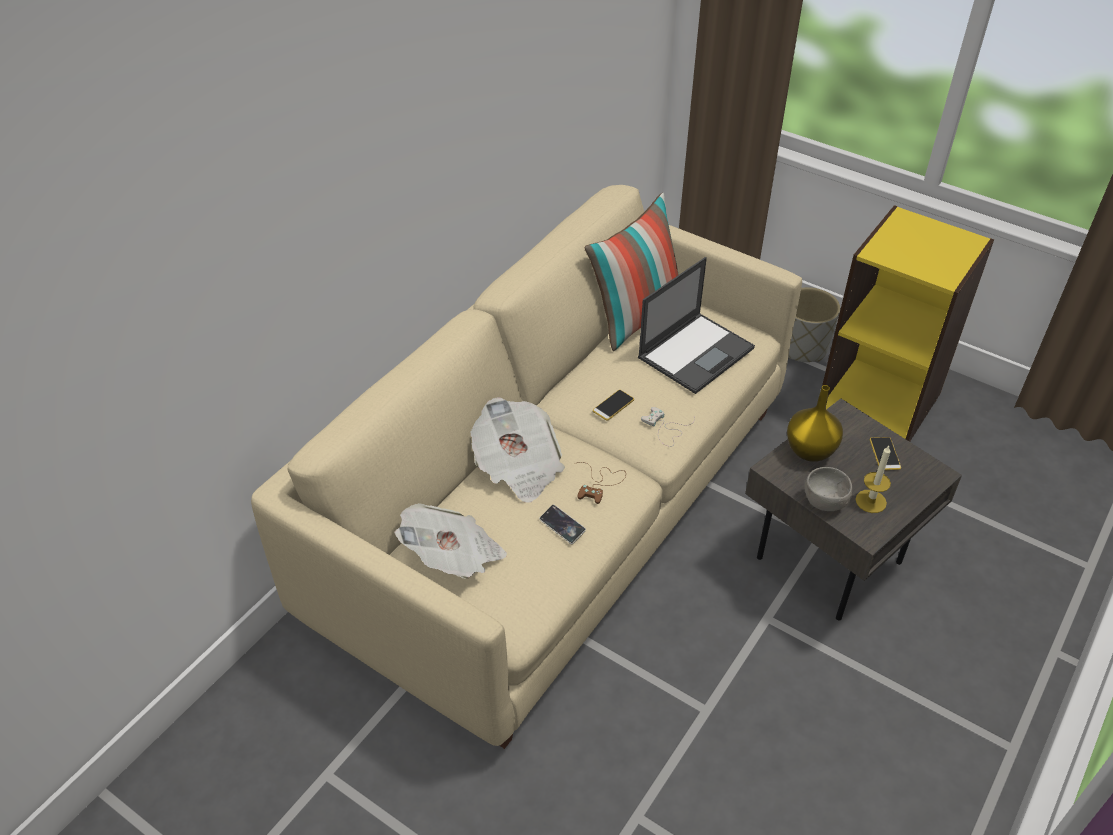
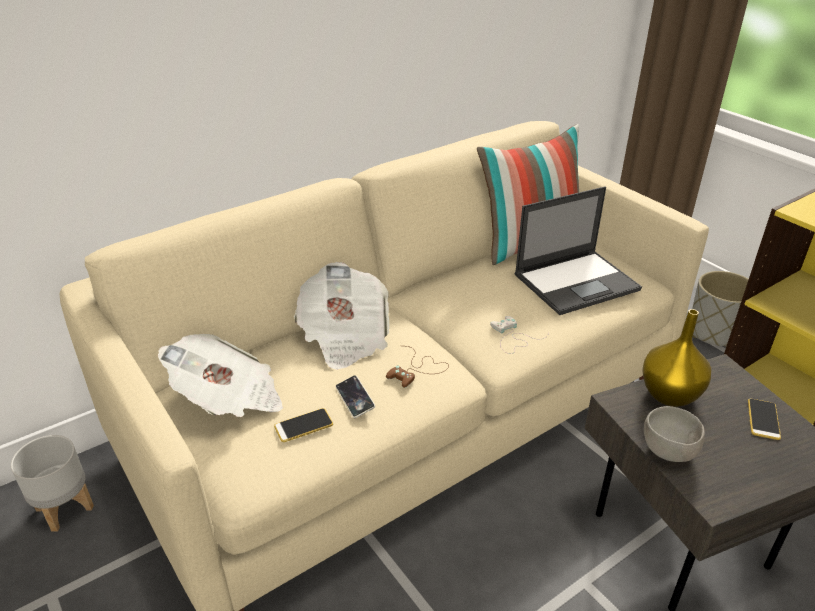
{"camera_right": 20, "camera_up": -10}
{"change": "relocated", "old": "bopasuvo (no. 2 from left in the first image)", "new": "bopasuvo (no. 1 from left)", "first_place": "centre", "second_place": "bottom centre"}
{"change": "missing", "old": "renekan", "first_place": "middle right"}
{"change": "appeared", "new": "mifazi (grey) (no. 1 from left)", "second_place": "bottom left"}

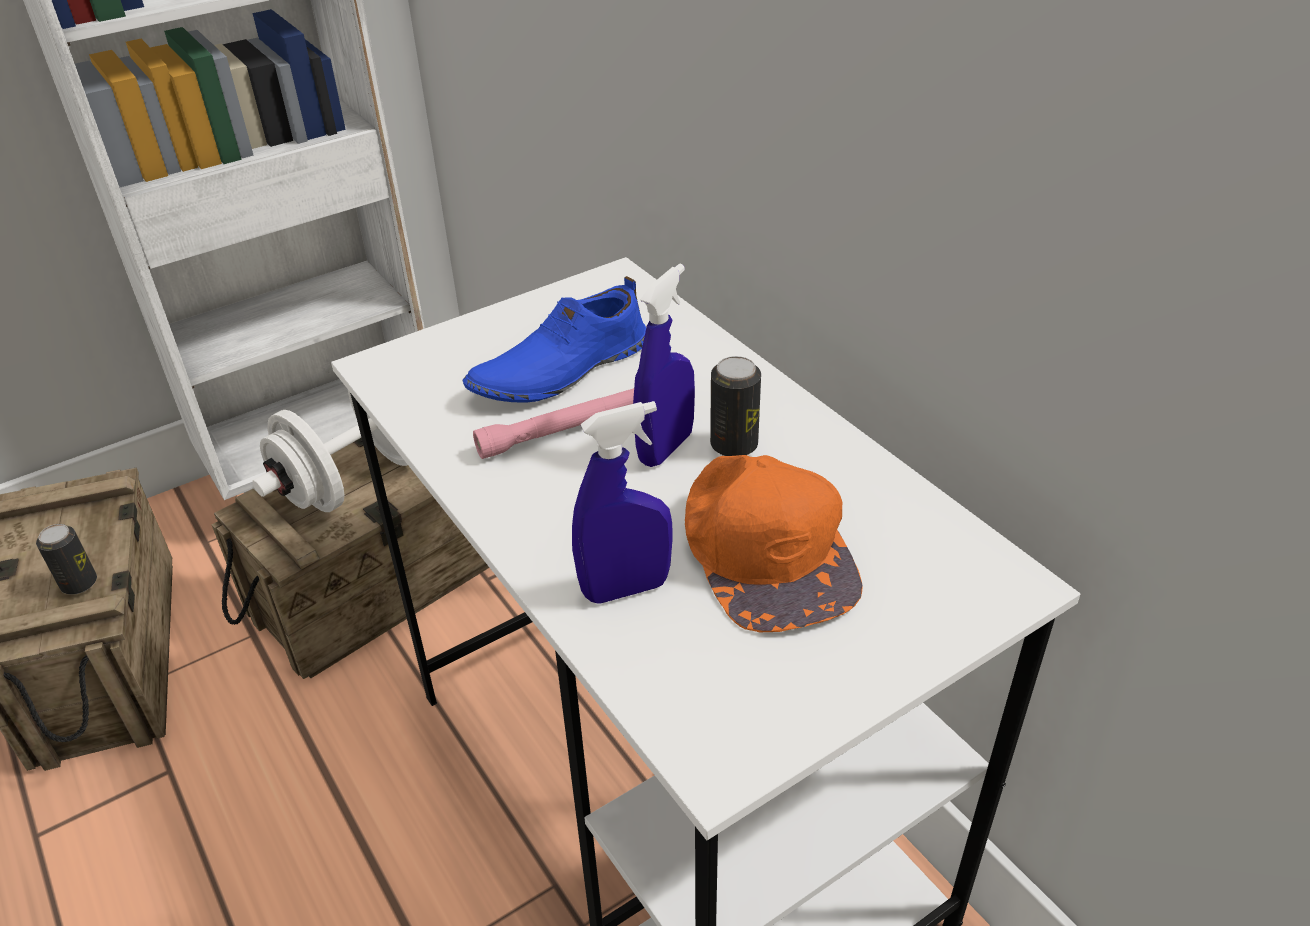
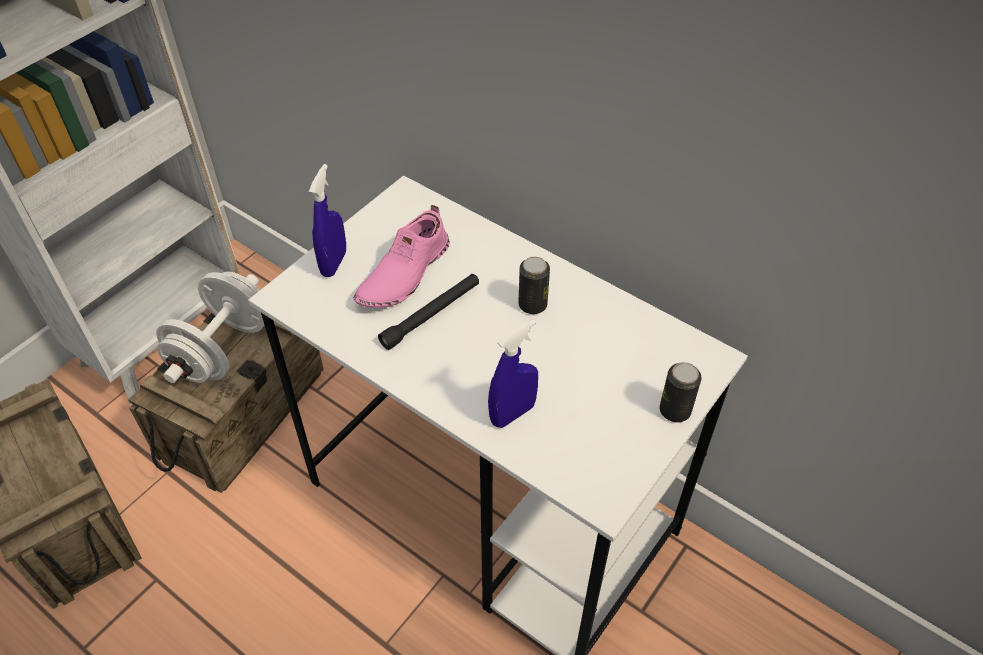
{"camera_right": -20, "camera_up": 10}
{"change": "relocated", "old": "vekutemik (no. 1 from left in the first image)", "new": "vekutemik (no. 2 from left)", "first_place": "middle left", "second_place": "middle right"}
{"change": "colour", "old": "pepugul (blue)", "new": "pepugul (pink)", "first_place": "centre", "second_place": "centre"}
{"change": "colour", "old": "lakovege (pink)", "new": "lakovege (black)", "first_place": "centre", "second_place": "centre"}
{"change": "relocated", "old": "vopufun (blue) (no. 2 from left in the first image)", "new": "vopufun (blue) (no. 1 from left)", "first_place": "centre", "second_place": "middle left"}
{"change": "missing", "old": "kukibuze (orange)", "first_place": "centre"}

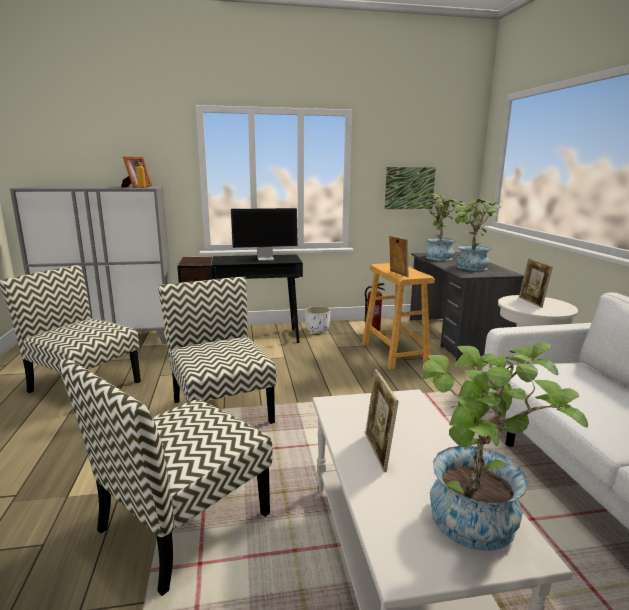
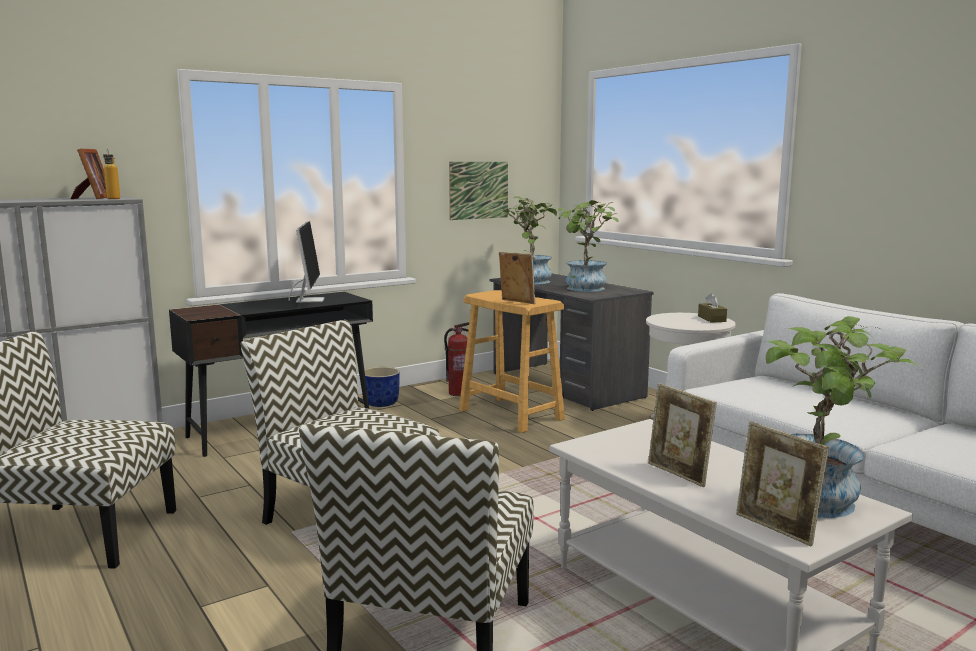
{"camera_right": -25, "camera_up": -5}
{"change": "spun", "old": "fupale", "first_place": "centre", "second_place": "middle left", "degrees": -60}
{"change": "colour", "old": "mifazi (white)", "new": "mifazi (blue)", "first_place": "centre", "second_place": "centre"}
{"change": "relocated", "old": "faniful (no. 4 from left)", "first_place": "middle right", "second_place": "bottom right"}
{"change": "appeared", "new": "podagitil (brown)", "second_place": "middle right"}

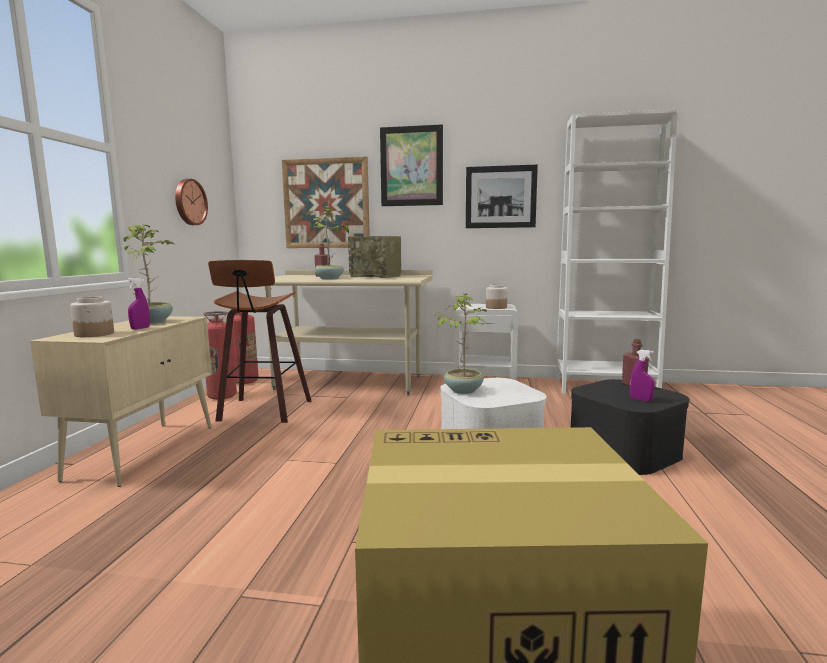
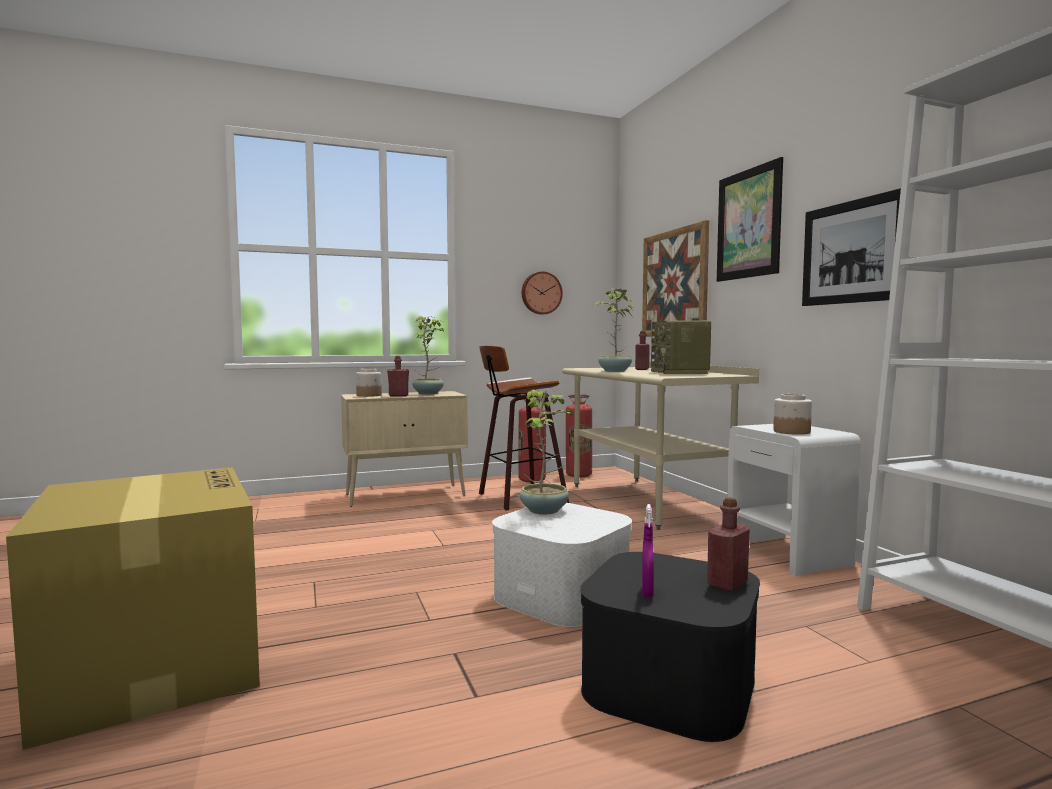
{"camera_right": 60, "camera_up": -5}
{"change": "exchanged", "old": "vopufun (purple) (no. 1 from left)", "new": "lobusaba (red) (no. 1 from left)", "first_place": "middle left", "second_place": "centre"}

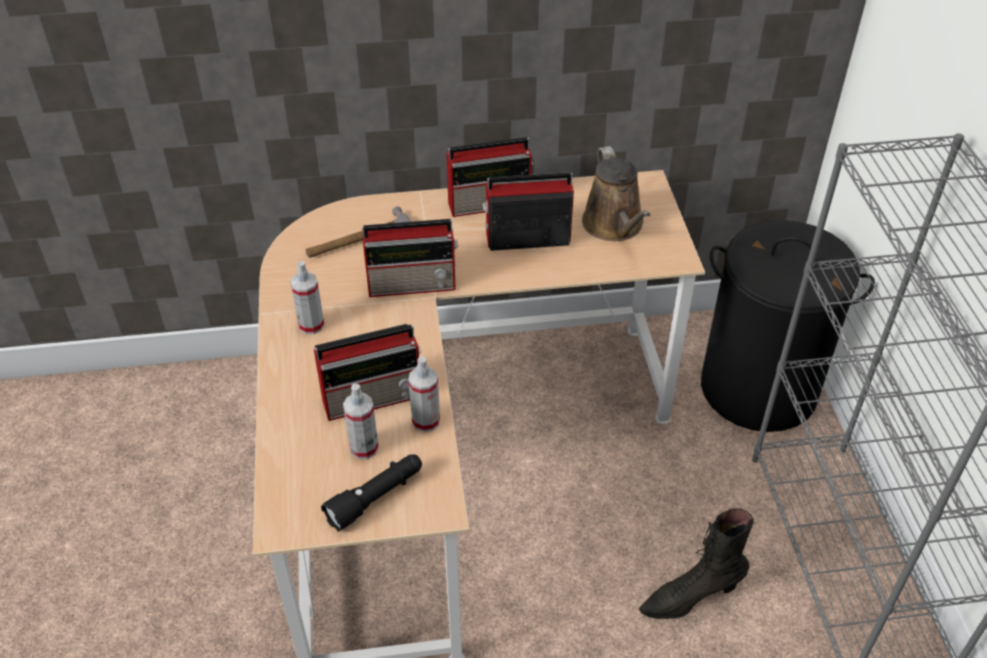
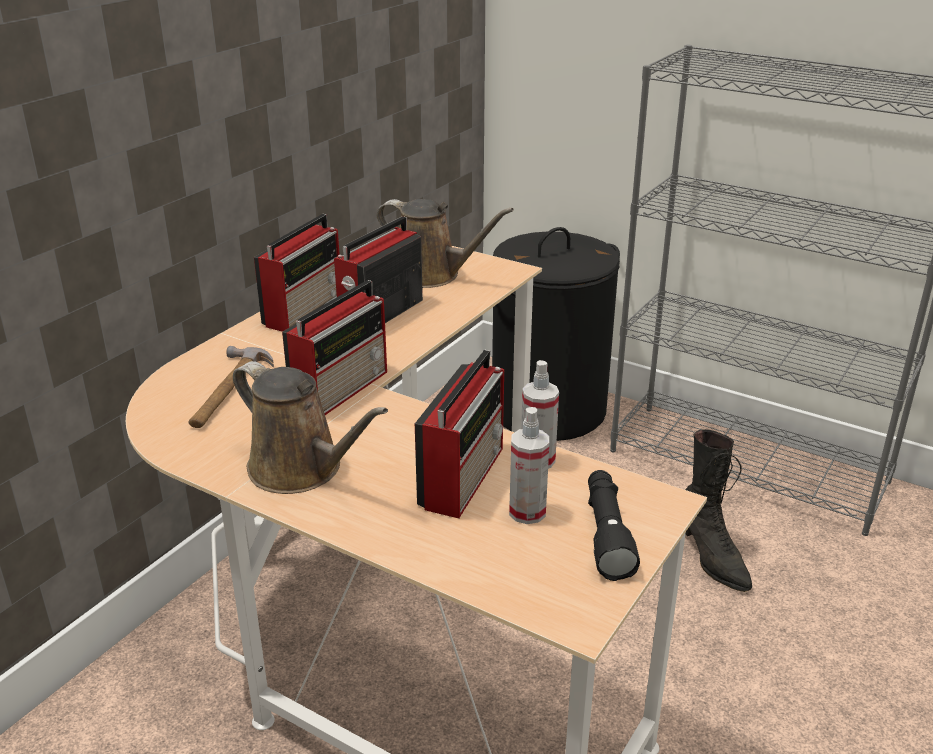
{"camera_right": -50, "camera_up": -15}
{"change": "exchanged", "old": "vopufun (no. 1 from left)", "new": "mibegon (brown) (no. 1 from left)", "first_place": "middle left", "second_place": "middle left"}
{"change": "spun", "old": "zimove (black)", "first_place": "bottom right", "second_place": "bottom right", "degrees": -45}

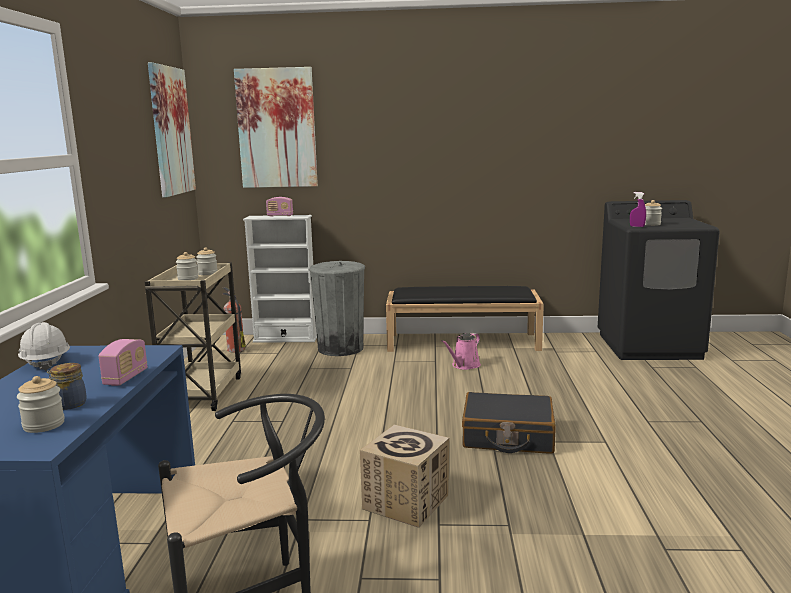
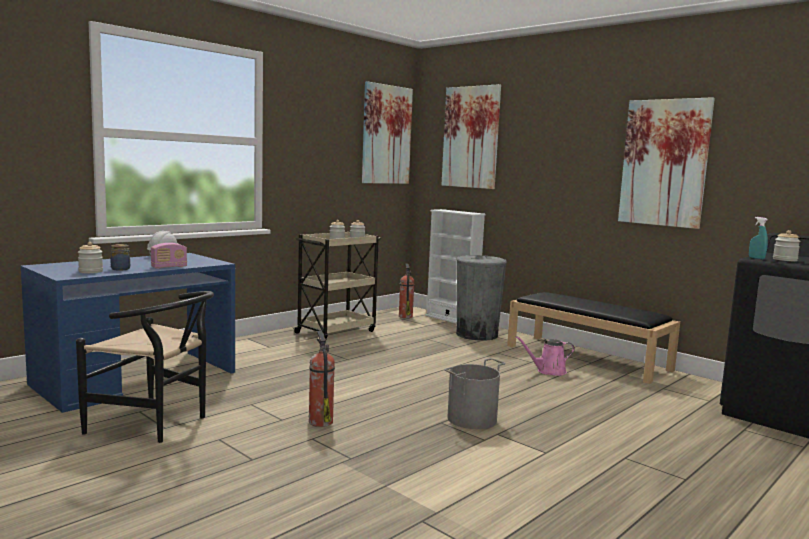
{"camera_right": 40, "camera_up": -5}
{"change": "missing", "old": "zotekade (no. 2 from left)", "first_place": "centre"}
{"change": "exchanged", "old": "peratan", "new": "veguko (no. 1 from left)", "first_place": "bottom centre", "second_place": "bottom centre"}
{"change": "exchanged", "old": "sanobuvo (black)", "new": "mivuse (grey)", "first_place": "bottom centre", "second_place": "bottom centre"}
{"change": "colour", "old": "vopufun (purple)", "new": "vopufun (turquoise)", "first_place": "middle right", "second_place": "middle right"}
{"change": "appeared", "new": "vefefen (no. 3 from left)", "second_place": "top right"}

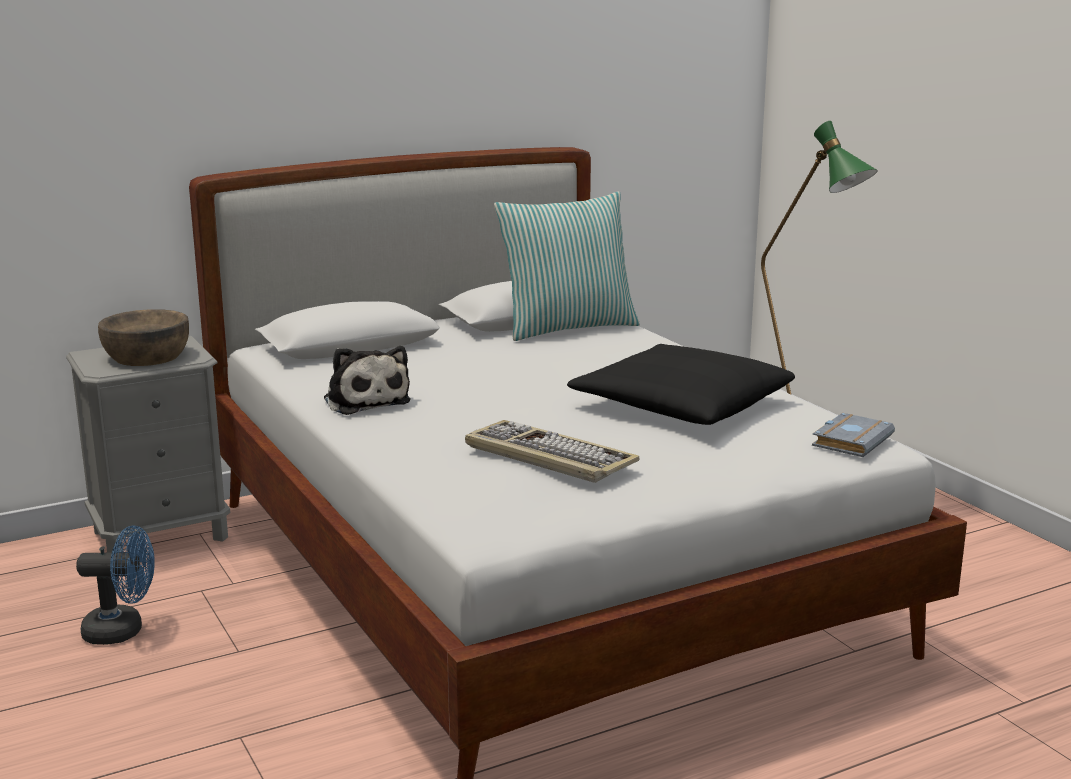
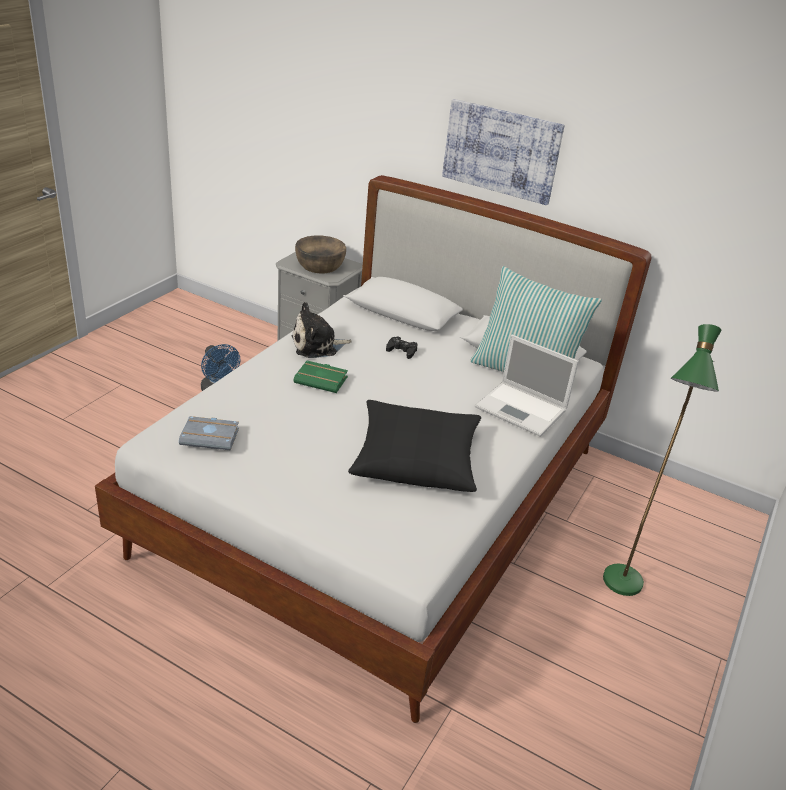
{"camera_right": 55, "camera_up": 15}
{"change": "spun", "old": "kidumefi", "first_place": "centre", "second_place": "centre", "degrees": 45}
{"change": "missing", "old": "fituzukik", "first_place": "centre"}
{"change": "relocated", "old": "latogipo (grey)", "first_place": "middle right", "second_place": "middle left"}
{"change": "appeared", "new": "latogipo (green)", "second_place": "centre"}
{"change": "appeared", "new": "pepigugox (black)", "second_place": "centre"}
{"change": "appeared", "new": "vefefen", "second_place": "top centre"}
{"change": "appeared", "new": "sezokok", "second_place": "middle right"}

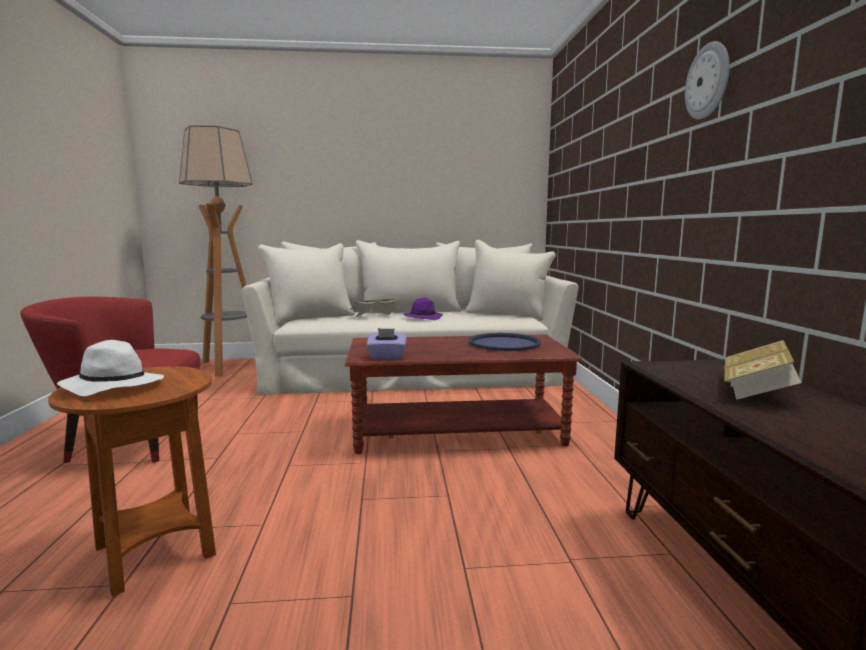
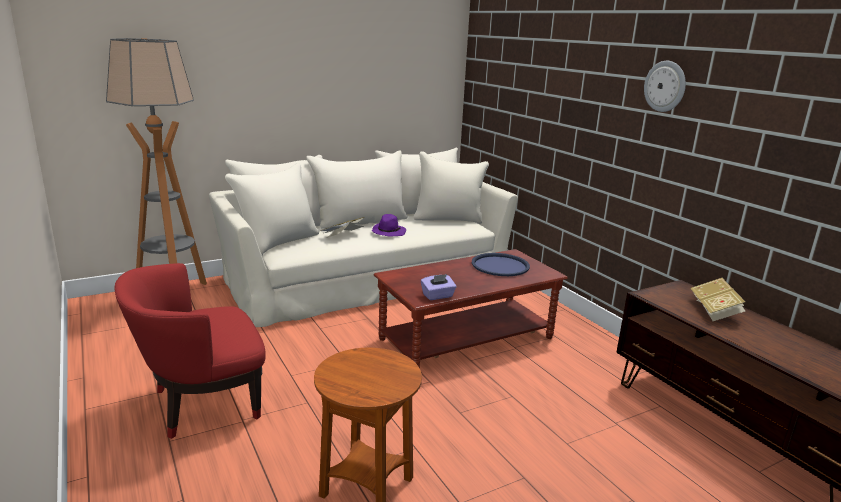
{"camera_right": -25, "camera_up": 10}
{"change": "missing", "old": "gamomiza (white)", "first_place": "middle left"}

